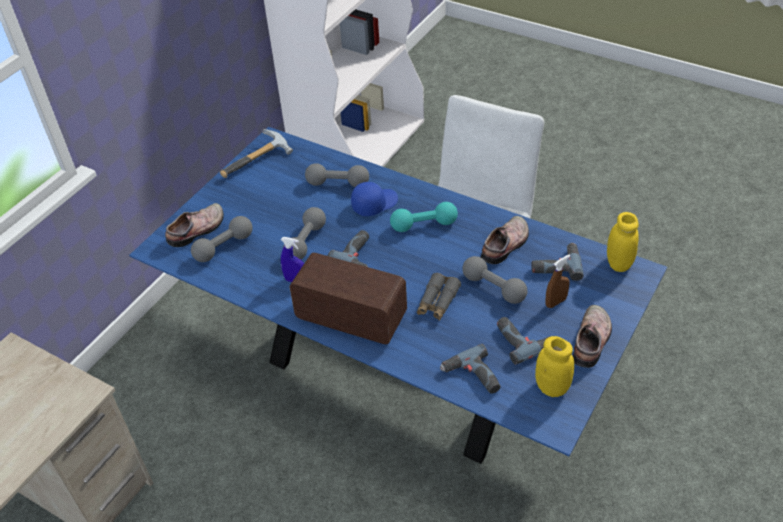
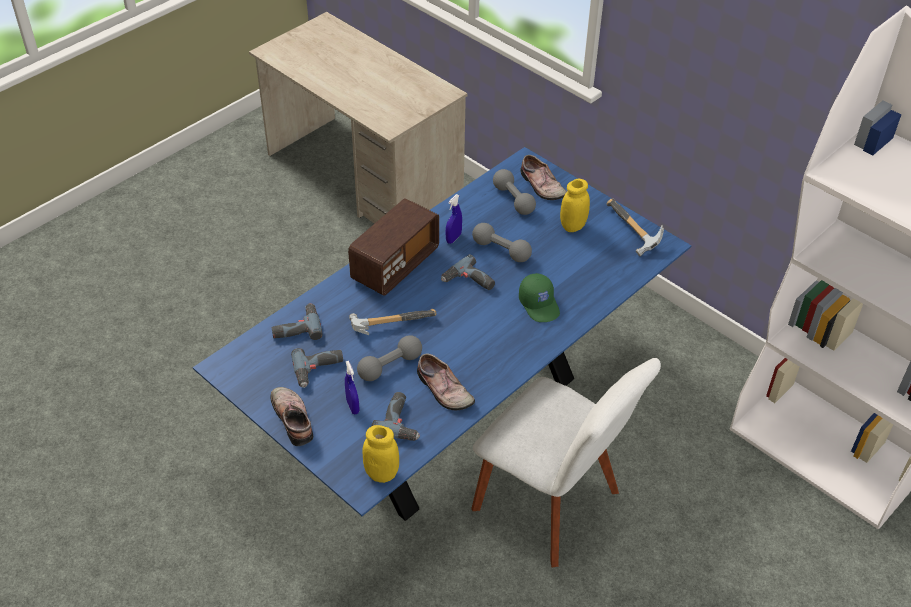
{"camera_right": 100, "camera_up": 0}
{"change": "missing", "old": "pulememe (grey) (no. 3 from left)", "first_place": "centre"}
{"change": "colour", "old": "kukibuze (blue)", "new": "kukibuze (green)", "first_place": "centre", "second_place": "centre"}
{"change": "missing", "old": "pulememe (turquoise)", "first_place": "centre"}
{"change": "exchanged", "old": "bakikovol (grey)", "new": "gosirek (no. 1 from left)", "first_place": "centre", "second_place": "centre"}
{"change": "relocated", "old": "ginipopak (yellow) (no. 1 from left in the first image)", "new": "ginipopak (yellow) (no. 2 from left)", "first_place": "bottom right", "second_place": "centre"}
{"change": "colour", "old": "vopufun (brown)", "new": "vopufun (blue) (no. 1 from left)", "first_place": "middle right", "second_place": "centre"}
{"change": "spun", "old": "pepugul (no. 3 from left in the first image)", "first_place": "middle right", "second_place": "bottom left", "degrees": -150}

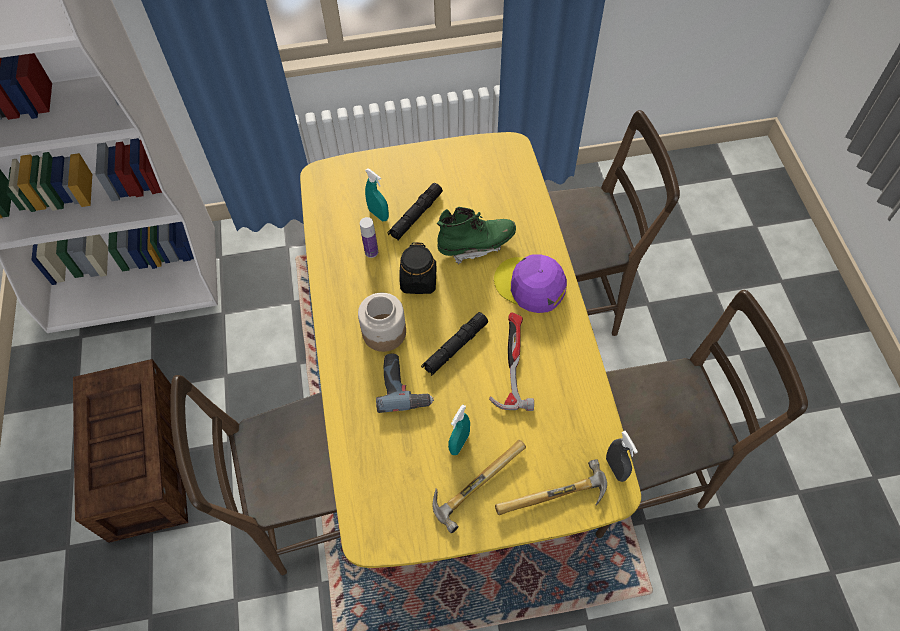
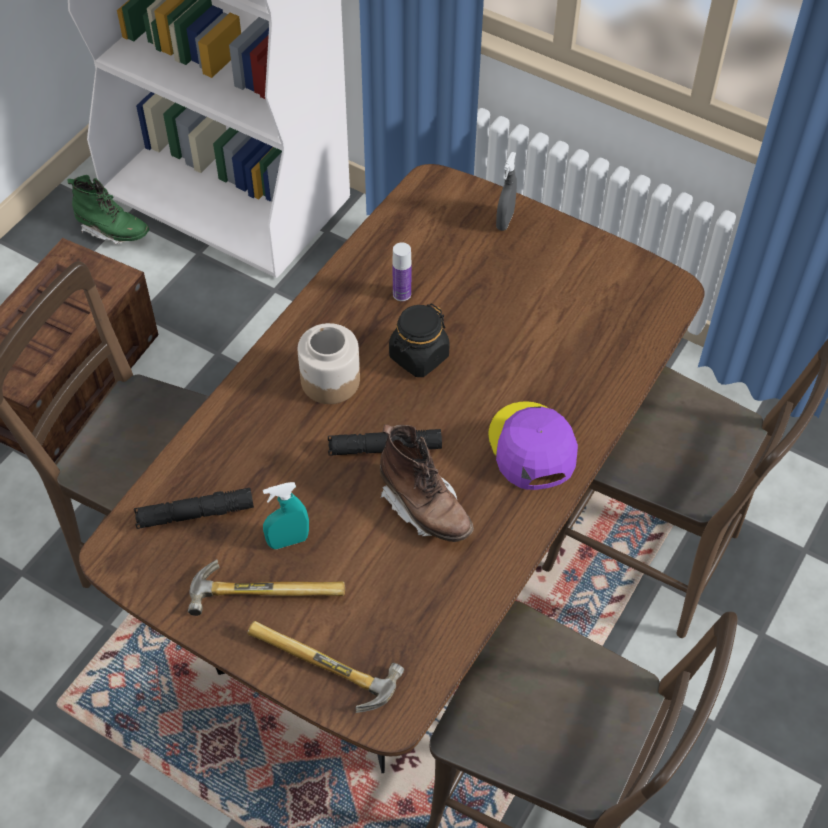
{"camera_right": 40, "camera_up": -5}
{"change": "colour", "old": "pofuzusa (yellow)", "new": "pofuzusa (brown)", "first_place": "centre", "second_place": "centre"}
{"change": "missing", "old": "vopufun (turquoise) (no. 1 from left)", "first_place": "top centre"}
{"change": "missing", "old": "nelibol", "first_place": "centre"}
{"change": "relocated", "old": "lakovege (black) (no. 1 from left)", "first_place": "centre", "second_place": "middle left"}
{"change": "relocated", "old": "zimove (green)", "first_place": "centre", "second_place": "top left"}
{"change": "exchanged", "old": "gosirek (no. 2 from left)", "new": "zimove (brown)", "first_place": "centre", "second_place": "centre"}
{"change": "relocated", "old": "vopufun (grey)", "first_place": "bottom right", "second_place": "top centre"}

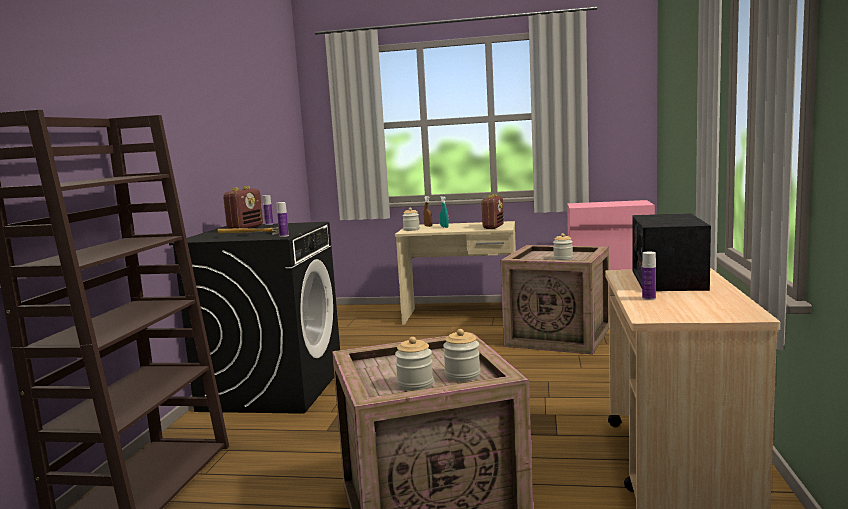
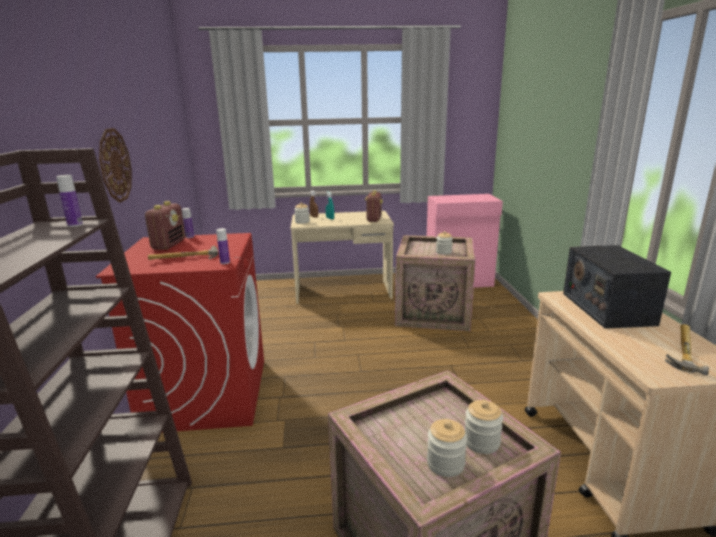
{"camera_right": -15, "camera_up": 10}
{"change": "colour", "old": "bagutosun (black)", "new": "bagutosun (red)", "first_place": "middle left", "second_place": "middle left"}
{"change": "relocated", "old": "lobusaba (no. 3 from left in the first image)", "new": "lobusaba (no. 1 from left)", "first_place": "middle right", "second_place": "middle left"}
{"change": "appeared", "new": "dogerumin", "second_place": "top left"}
{"change": "appeared", "new": "gosirek (no. 2 from left)", "second_place": "middle right"}

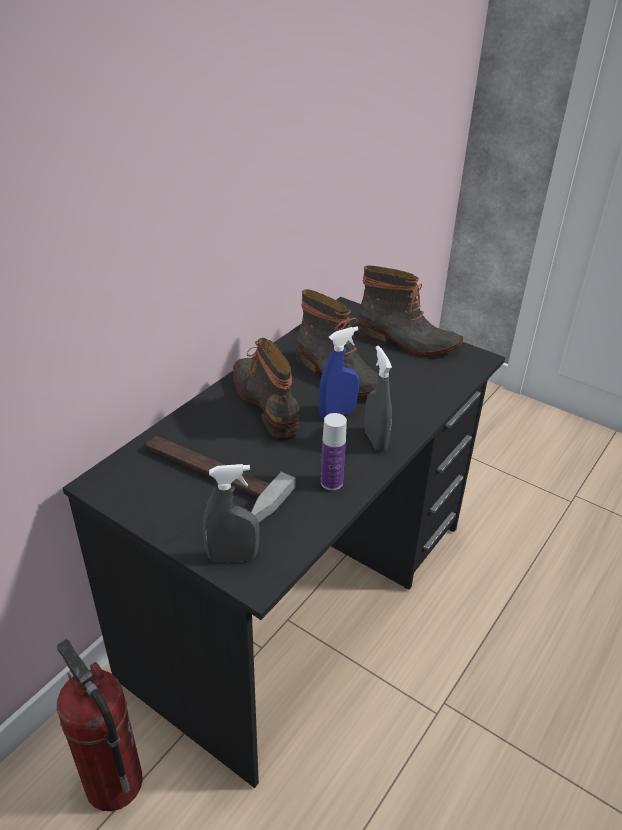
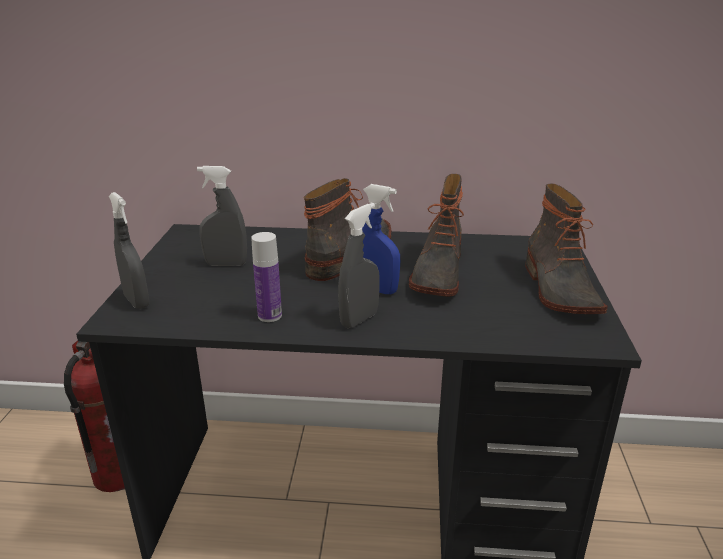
{"camera_right": 60, "camera_up": -10}
{"change": "exchanged", "old": "gosirek", "new": "vopufun (grey) (no. 2 from left)", "first_place": "centre", "second_place": "middle left"}

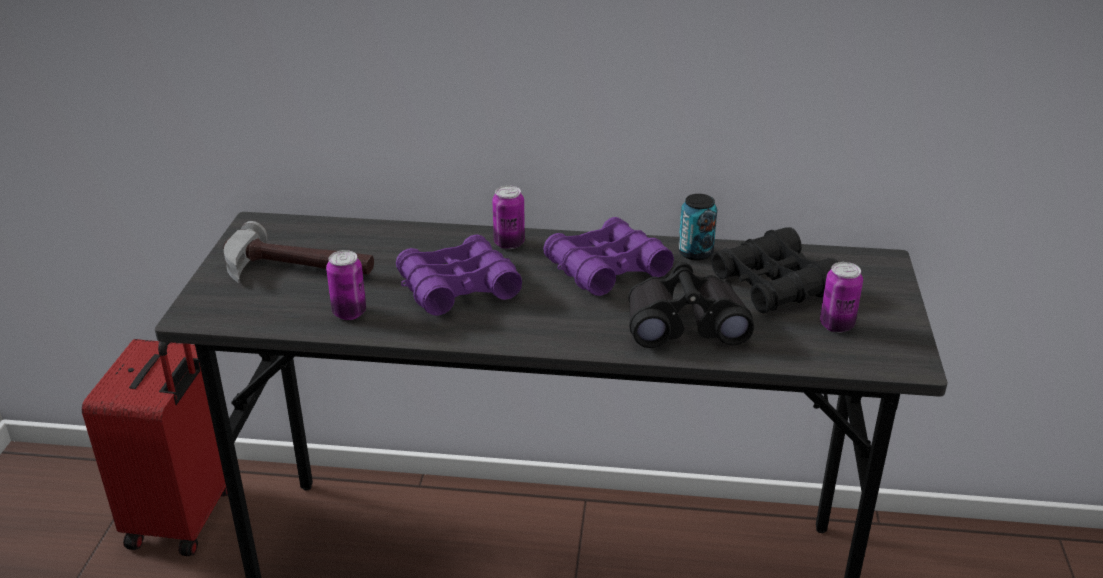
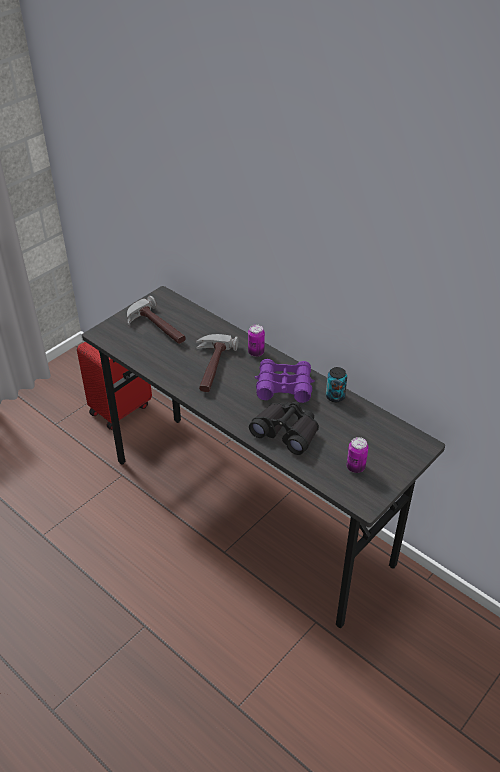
{"camera_right": 35, "camera_up": 10}
{"change": "missing", "old": "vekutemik (no. 1 from left)", "first_place": "middle left"}
{"change": "exchanged", "old": "bakikovol (purple) (no. 1 from left)", "new": "gosirek (no. 2 from left)", "first_place": "centre", "second_place": "centre"}
{"change": "missing", "old": "bakikovol (black) (no. 2 from left)", "first_place": "middle right"}

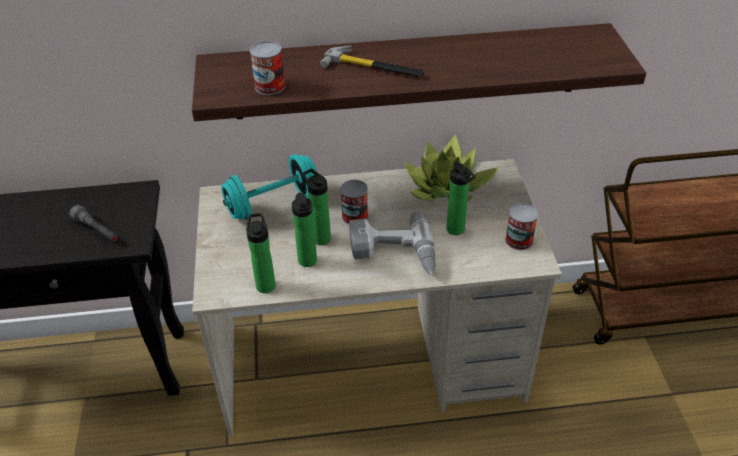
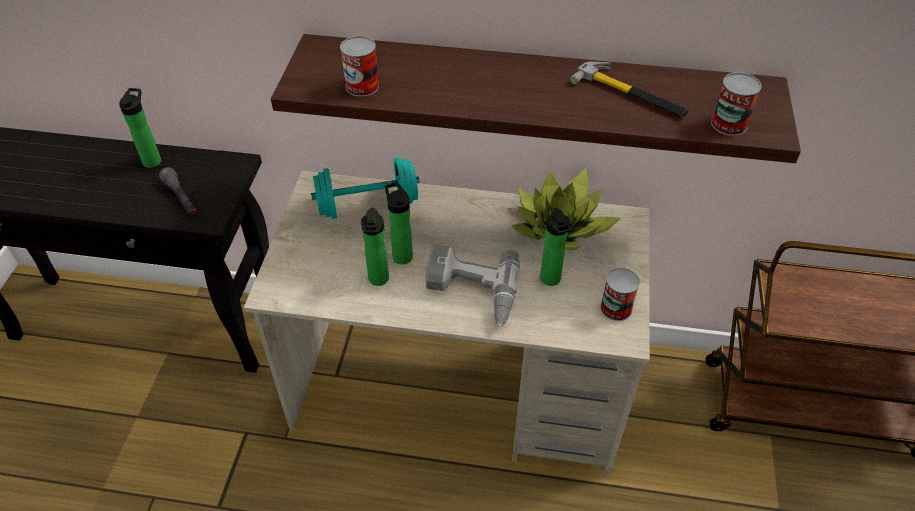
{"camera_right": 15, "camera_up": 5}
{"change": "relocated", "old": "lobusaba (no. 1 from left)", "first_place": "centre", "second_place": "top left"}
{"change": "relocated", "old": "gosirek", "first_place": "top centre", "second_place": "top right"}
{"change": "relocated", "old": "vekutemik (no. 2 from left in the first image)", "new": "vekutemik (no. 3 from left)", "first_place": "centre", "second_place": "top right"}

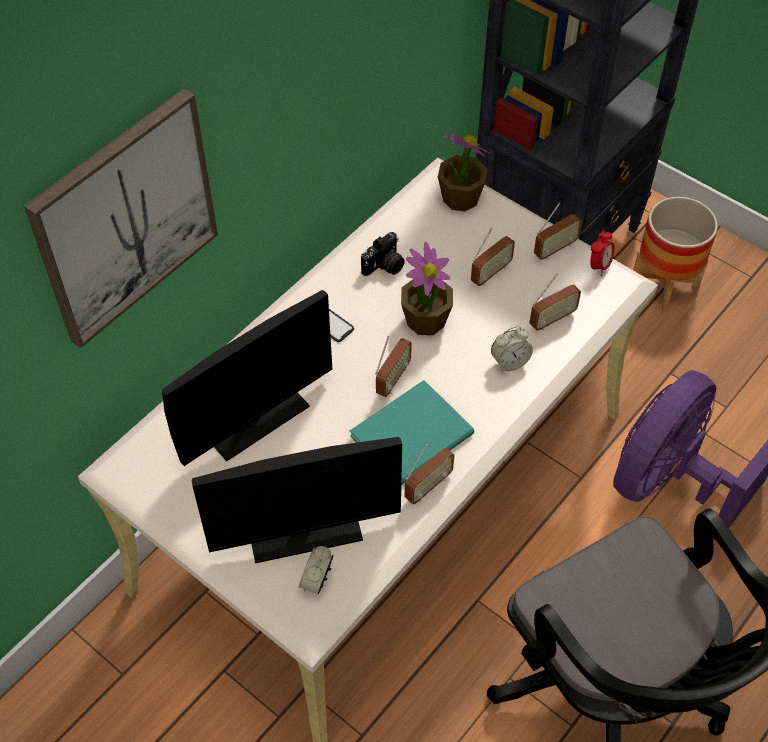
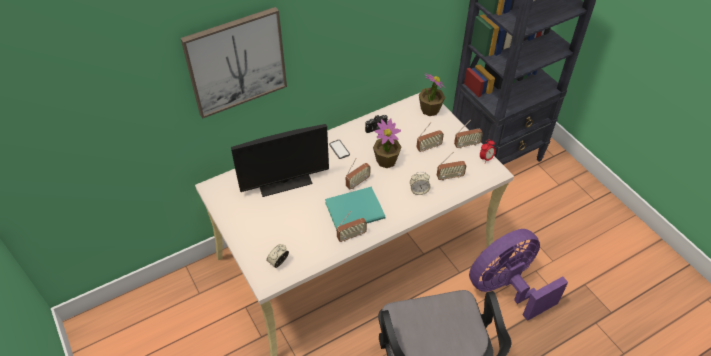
{"camera_right": 20, "camera_up": -5}
{"change": "missing", "old": "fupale (no. 2 from left)", "first_place": "bottom centre"}
{"change": "missing", "old": "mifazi", "first_place": "middle right"}

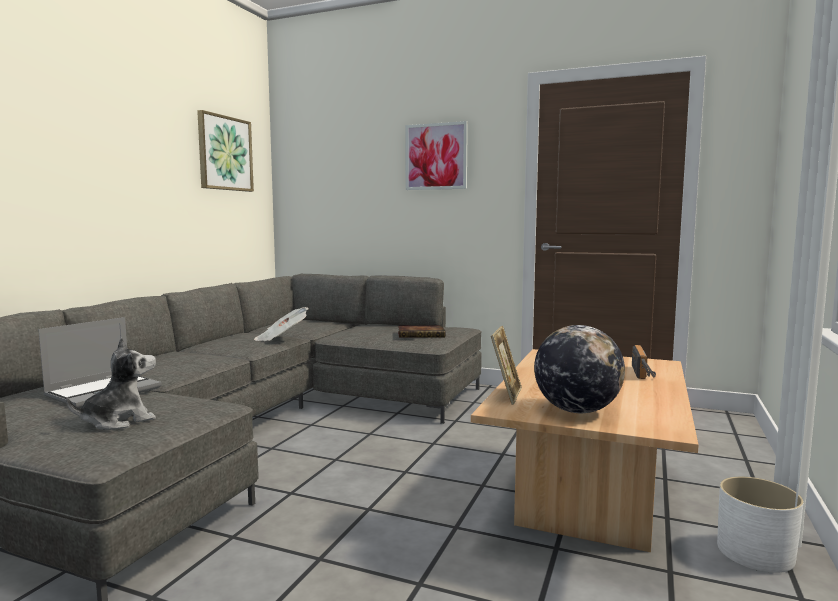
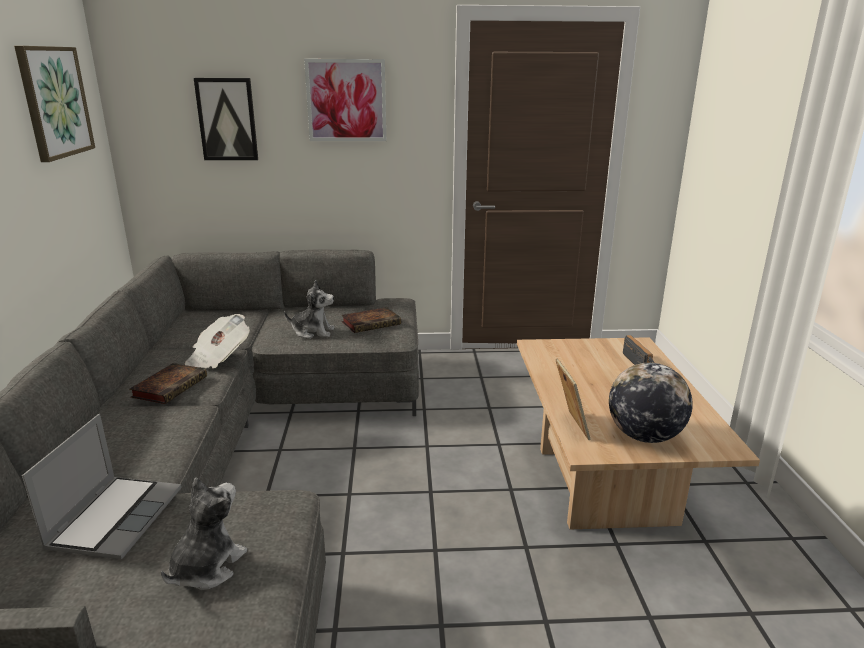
{"camera_right": -25, "camera_up": 15}
{"change": "missing", "old": "mifazi (white)", "first_place": "bottom right"}
{"change": "appeared", "new": "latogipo (no. 1 from left)", "second_place": "middle left"}
{"change": "appeared", "new": "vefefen (no. 2 from left)", "second_place": "top left"}
{"change": "appeared", "new": "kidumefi (no. 2 from left)", "second_place": "centre"}

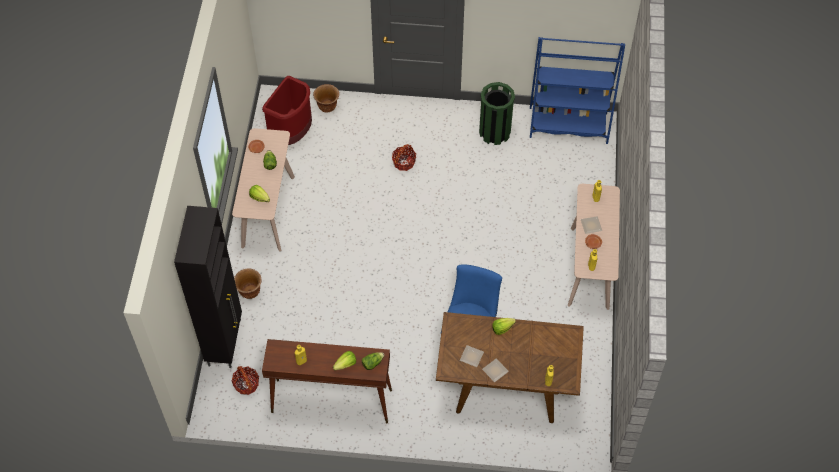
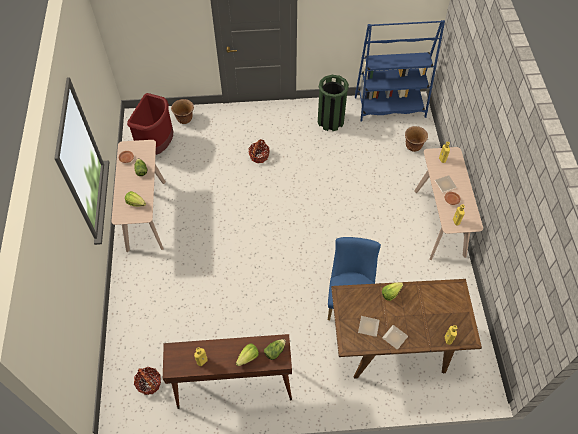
{"camera_right": -10, "camera_up": 0}
{"change": "missing", "old": "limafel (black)", "first_place": "middle left"}
{"change": "relocated", "old": "mifazi (brown) (no. 1 from left in the first image)", "new": "mifazi (brown) (no. 2 from left)", "first_place": "middle left", "second_place": "top right"}

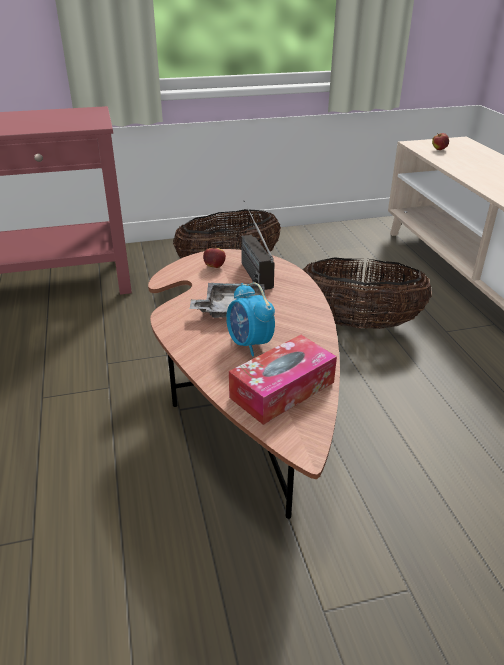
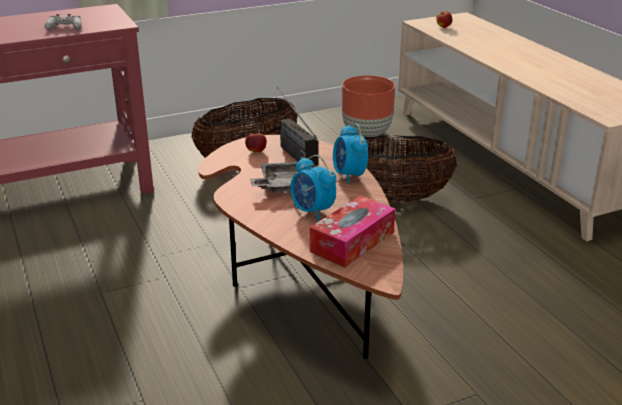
{"camera_right": -10, "camera_up": -5}
{"change": "appeared", "new": "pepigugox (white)", "second_place": "top left"}
{"change": "appeared", "new": "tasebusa (no. 2 from left)", "second_place": "centre"}
{"change": "appeared", "new": "mifazi (brown)", "second_place": "top centre"}

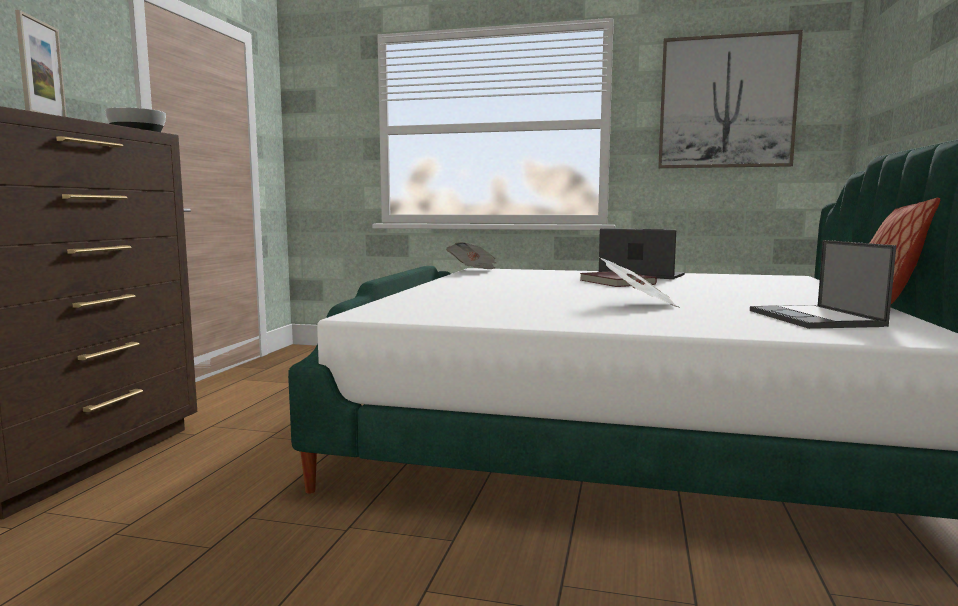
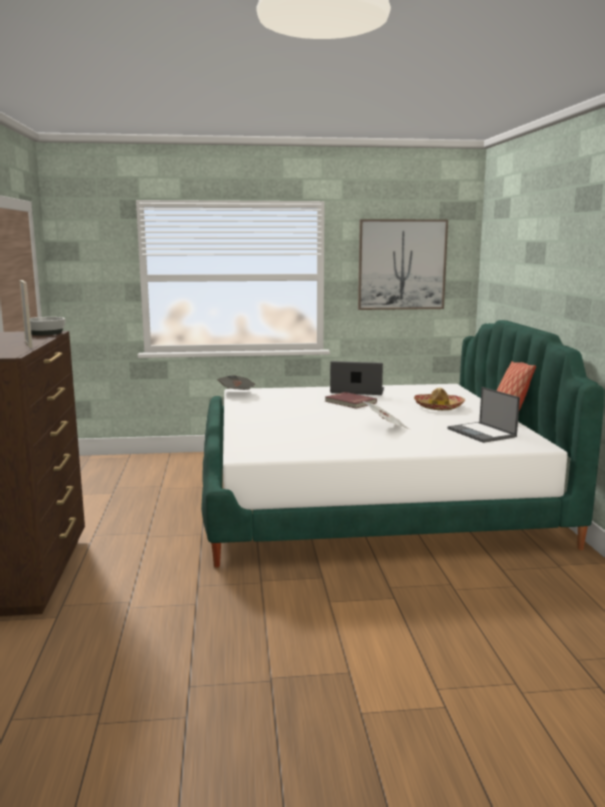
{"camera_right": -20, "camera_up": 5}
{"change": "appeared", "new": "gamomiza", "second_place": "middle right"}

